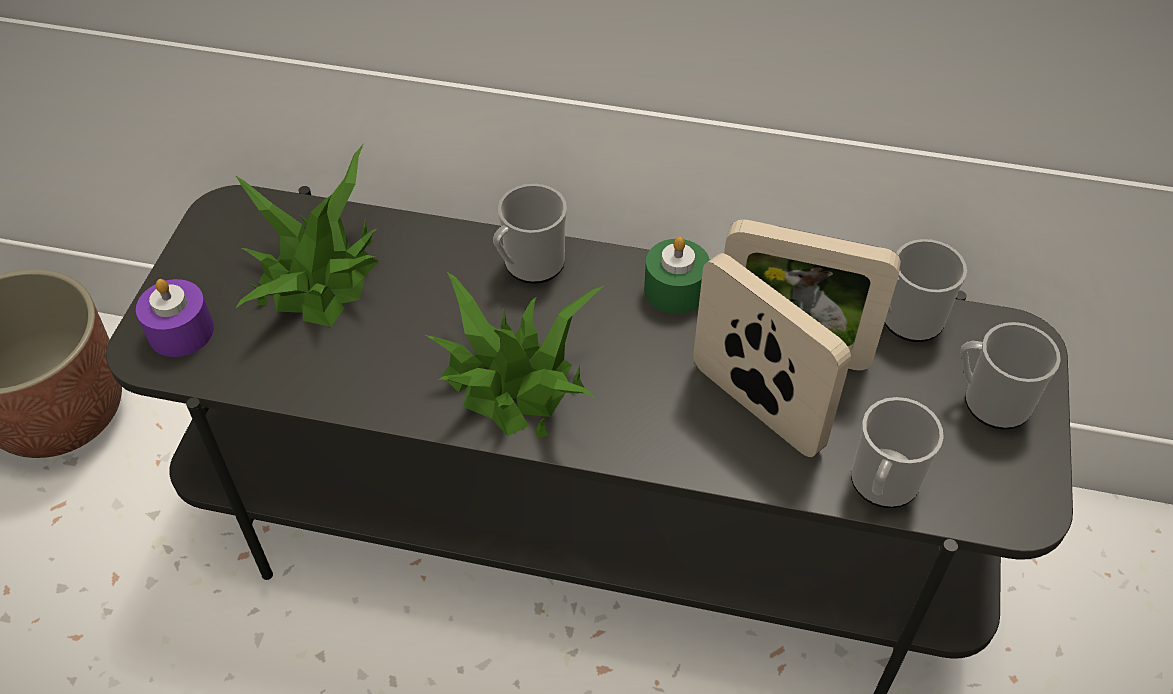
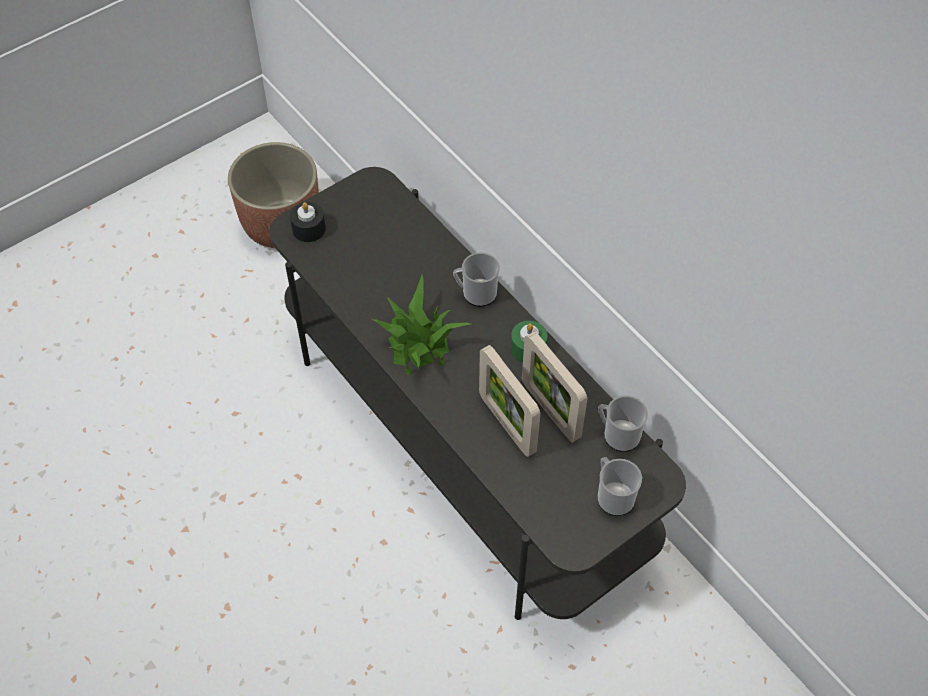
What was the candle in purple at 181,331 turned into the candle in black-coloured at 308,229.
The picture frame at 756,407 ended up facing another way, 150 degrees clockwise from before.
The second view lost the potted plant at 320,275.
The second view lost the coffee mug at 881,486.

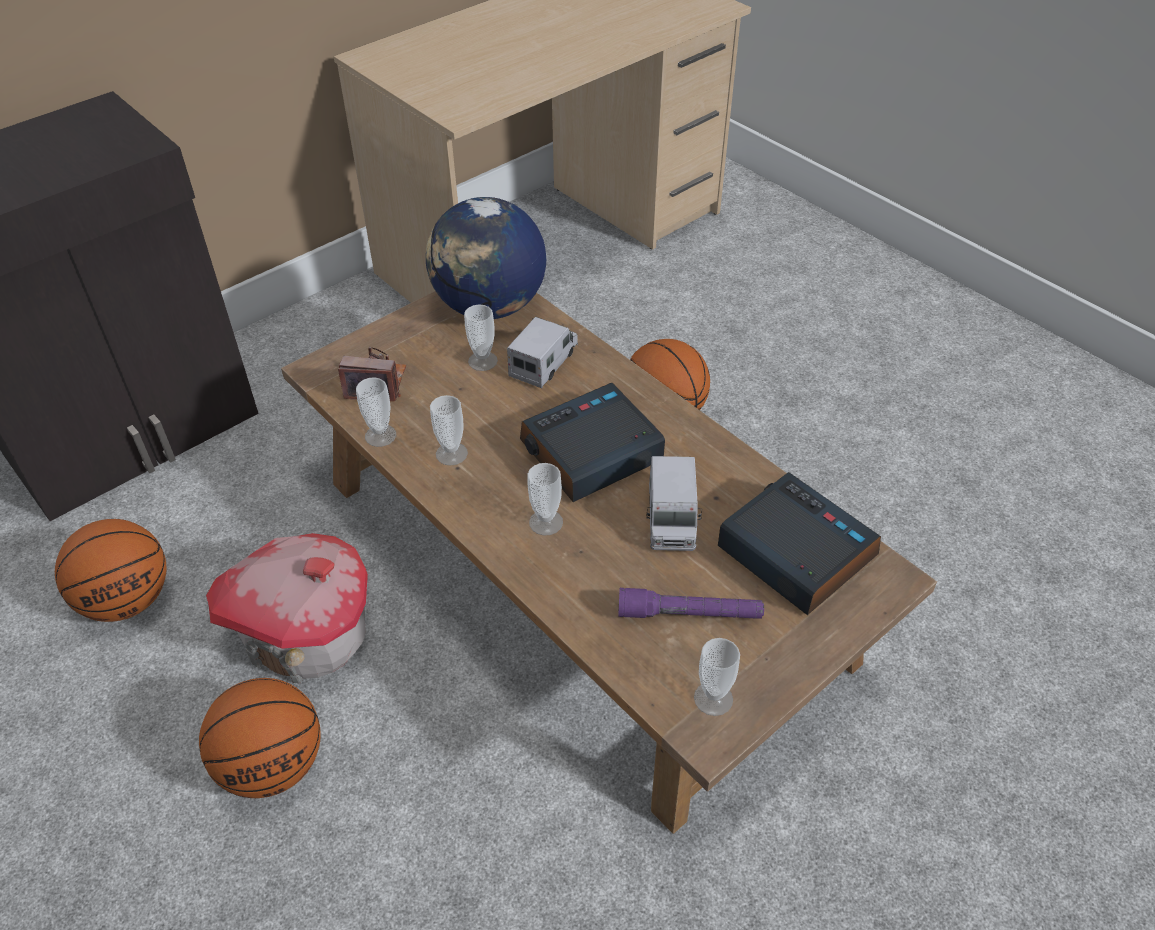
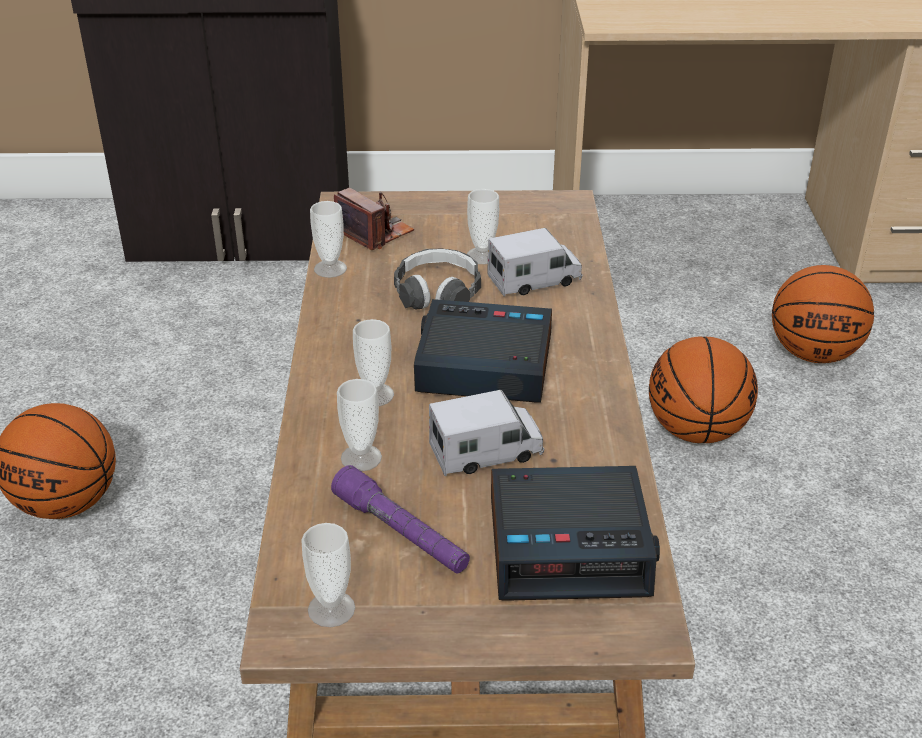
The drinking cup ended up elsewhere, having gone from 451,454 to 361,458.
The second view gained the headset at 438,292.
The toy truck at 671,519 ended up facing another way, 150 degrees counterclockwise from before.
The alarm clock at 794,552 ended up facing another way, 90 degrees clockwise from before.
The basketball ball ended up elsewhere, having gone from 127,600 to 813,354.
The second view lost the miniature house at 307,636.
The second view lost the world globe at 489,307.

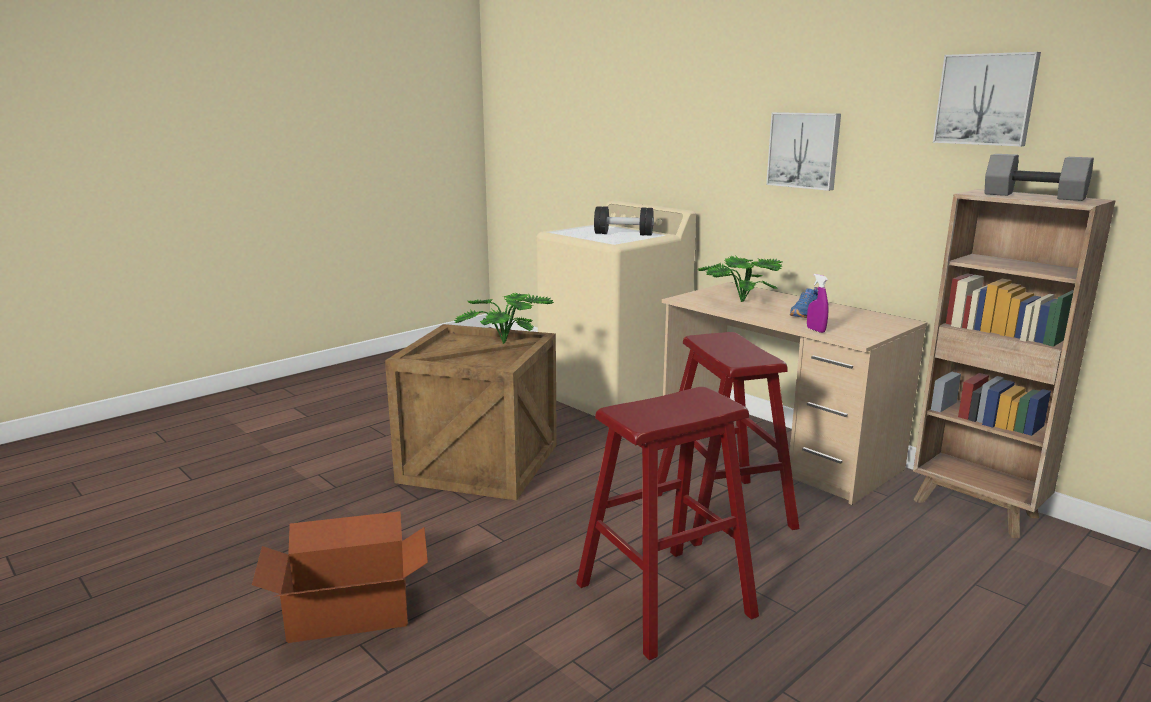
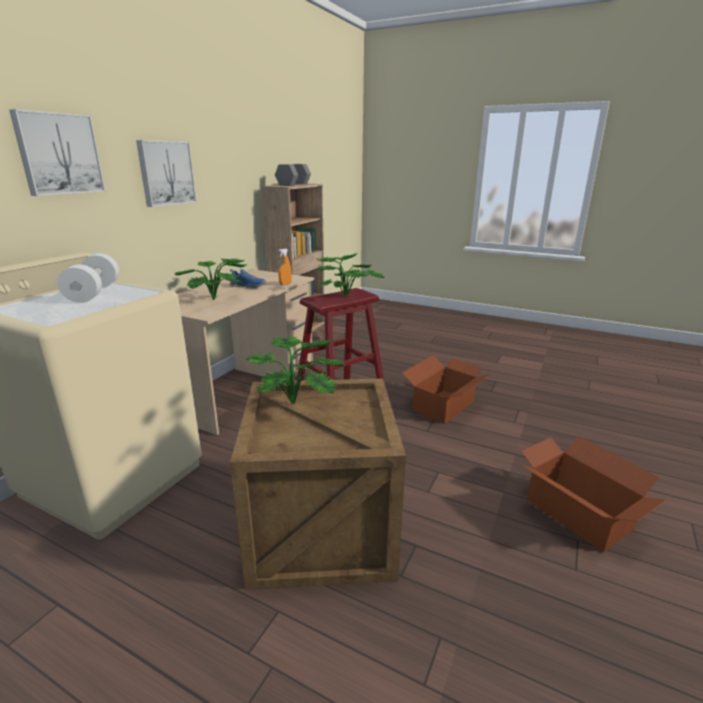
The wall picture ended up elsewhere, having gone from 986,99 to 58,154.
What was the hand weight in black-coloured at 623,234 turned into the hand weight in whitish at 94,293.
What was the spray bottle in purple at 815,330 turned into the spray bottle in orange at 285,284.
The second view gained the potted plant at 347,296.
Where the stool in red-coloured stood at 664,600, the carton came to stand at 444,406.

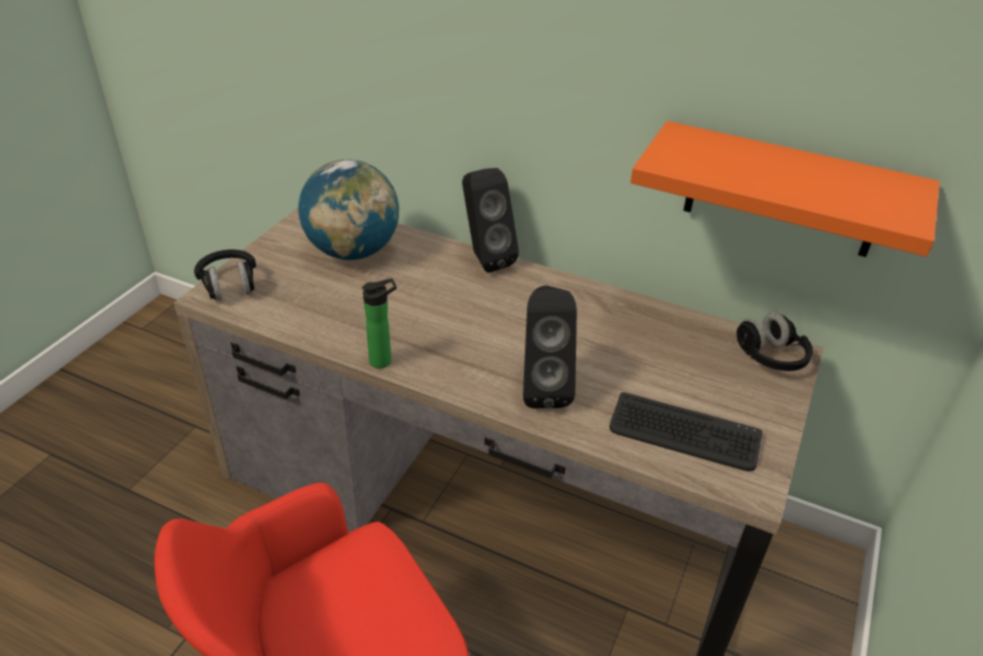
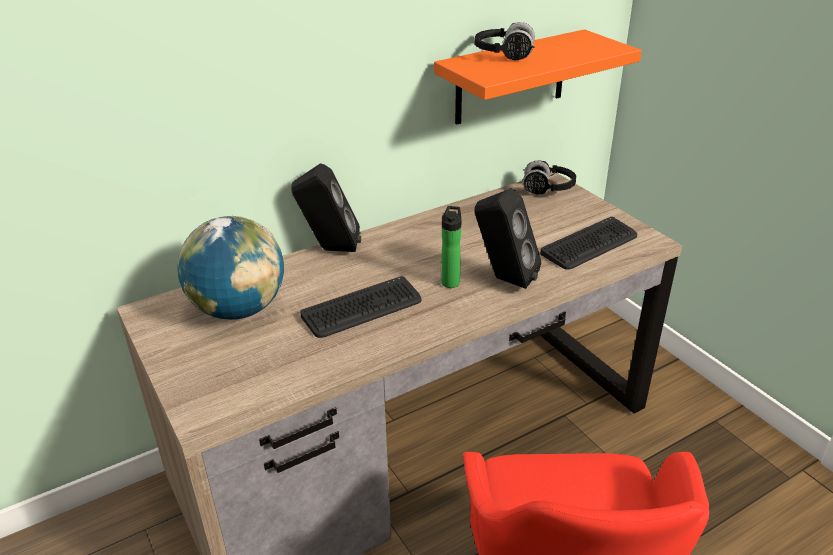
The second view gained the keyboard at 362,308.
The drink bottle ended up elsewhere, having gone from 384,360 to 451,281.
The headset in black-coloured ended up elsewhere, having gone from 229,286 to 504,55.

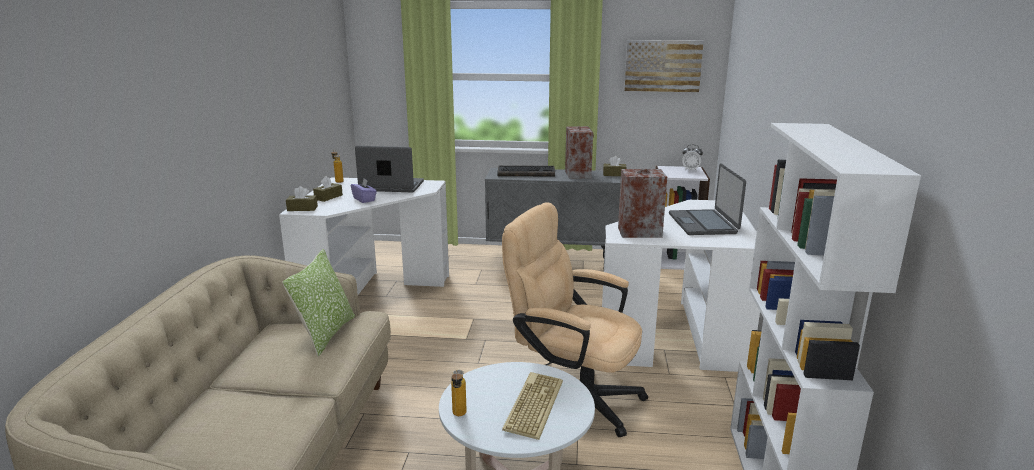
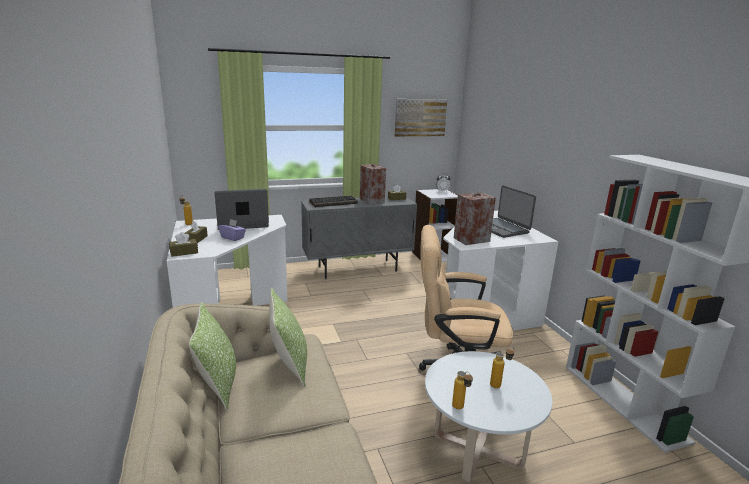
The second view gained the cushion at 218,384.
Where the keyboard stood at 532,405, the drink bottle came to stand at 499,385.

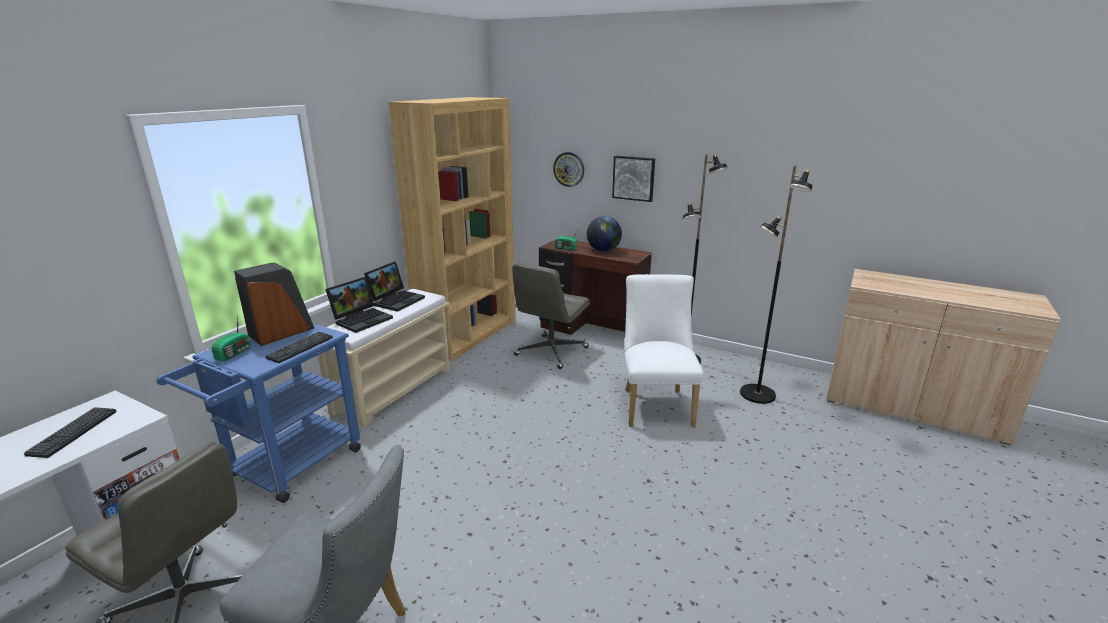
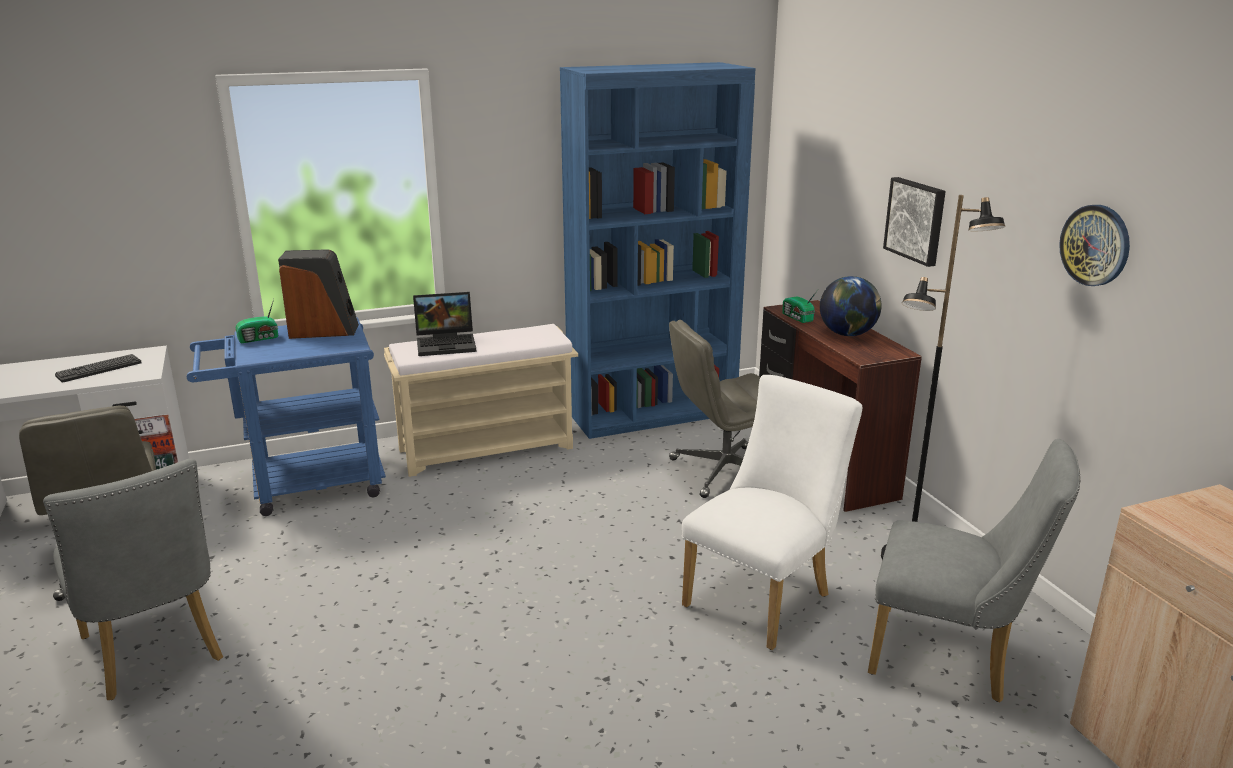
What was the shelving unit in brown at 468,334 turned into the shelving unit in blue at 652,413.
Where the standing lamp in black-coloured stood at 757,395, the upright chair in gray came to stand at 951,658.
The wall clock ended up elsewhere, having gone from 569,169 to 1095,245.
The second view lost the keyboard at 300,347.
The second view lost the portable computer at 397,300.

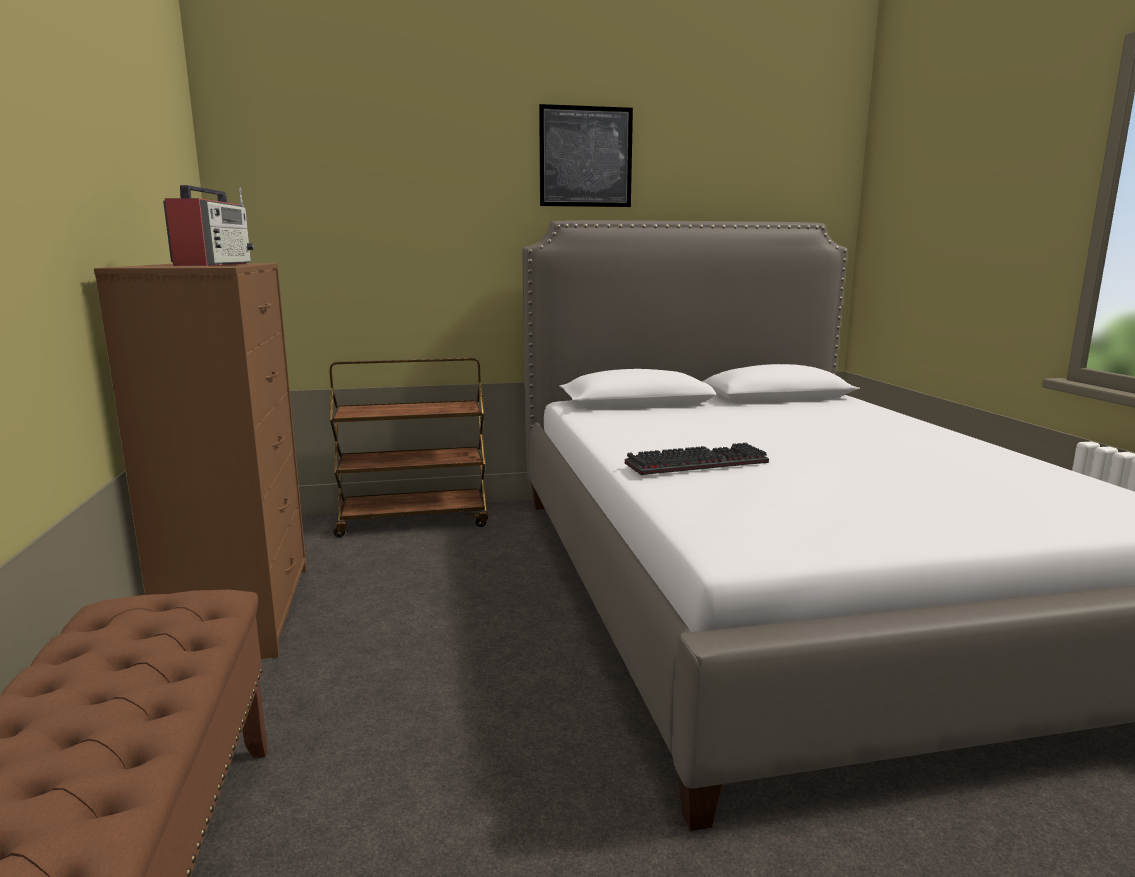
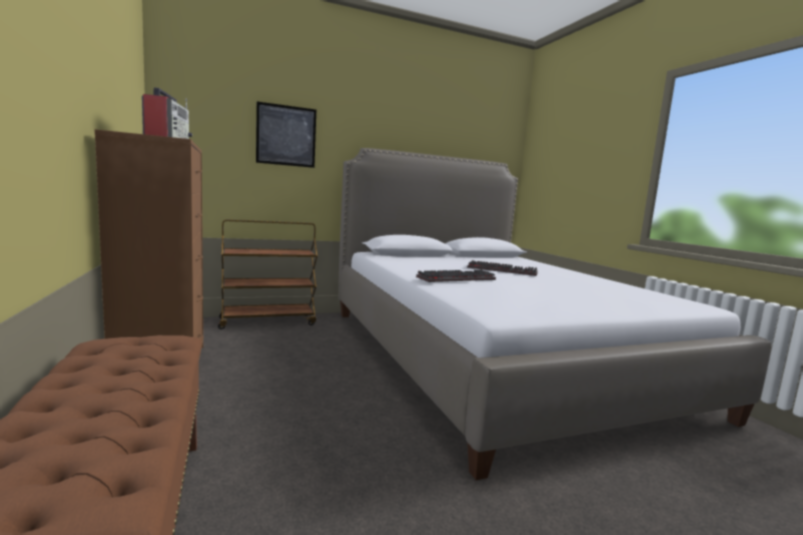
The wall picture ended up elsewhere, having gone from 585,157 to 286,135.
The second view gained the keyboard at 503,270.

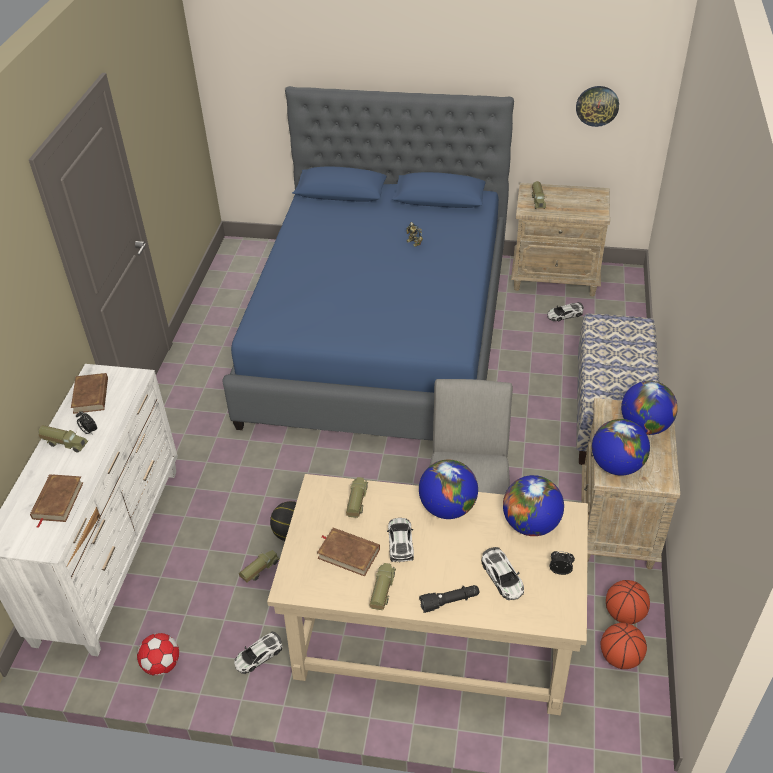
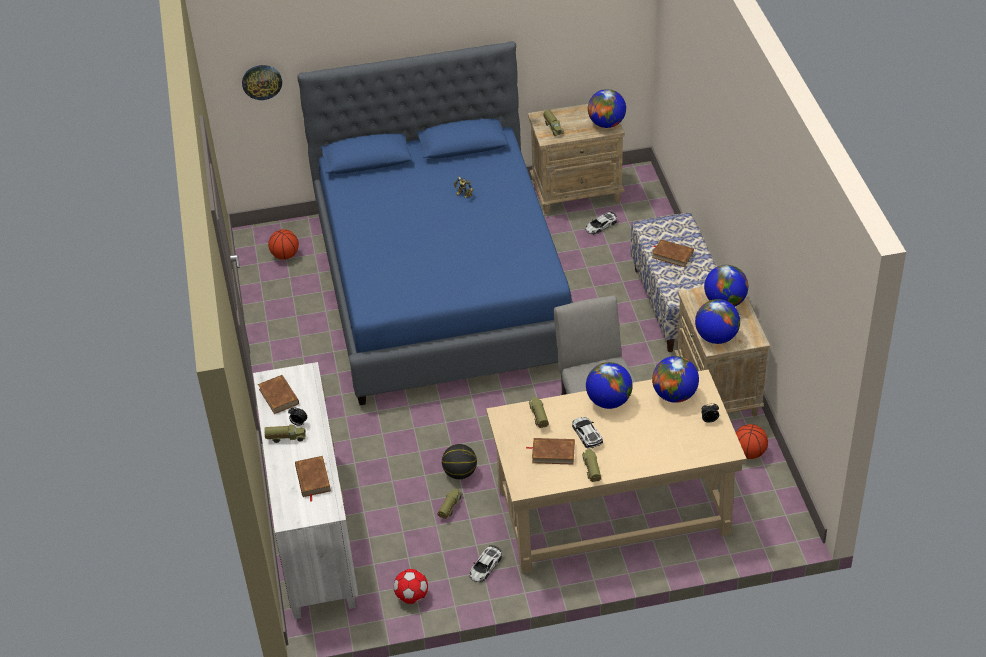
The wall clock ended up elsewhere, having gone from 597,105 to 262,81.
The basketball ball ended up elsewhere, having gone from 620,657 to 285,255.
The second view gained the world globe at 606,124.
The second view gained the volume in brown at 672,255.
The second view lost the flashlight in black-coloured at 450,601.
The second view lost the model car at 502,577.

